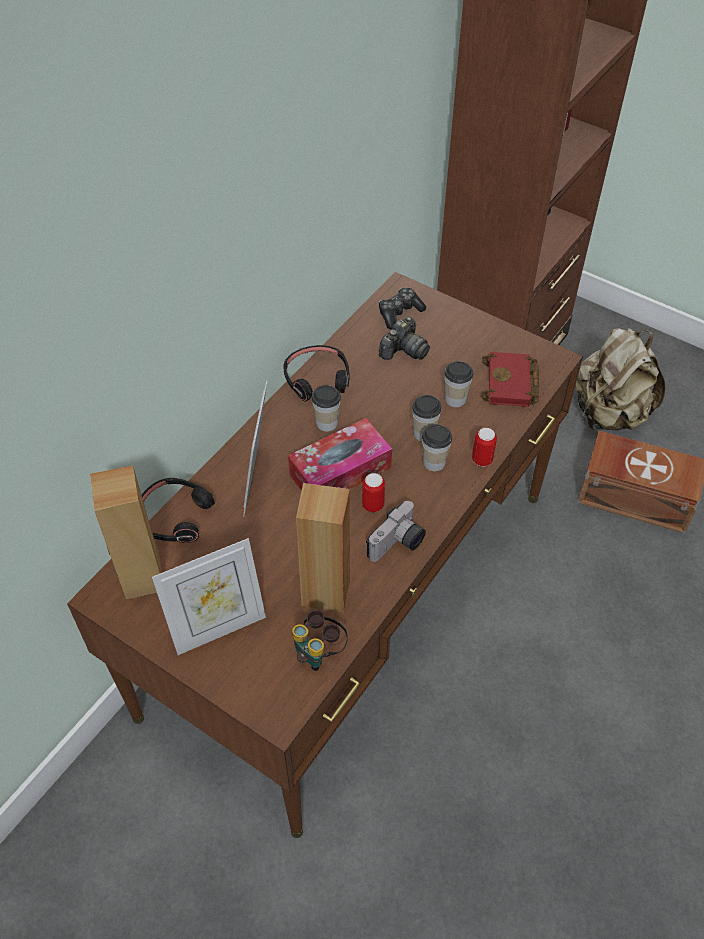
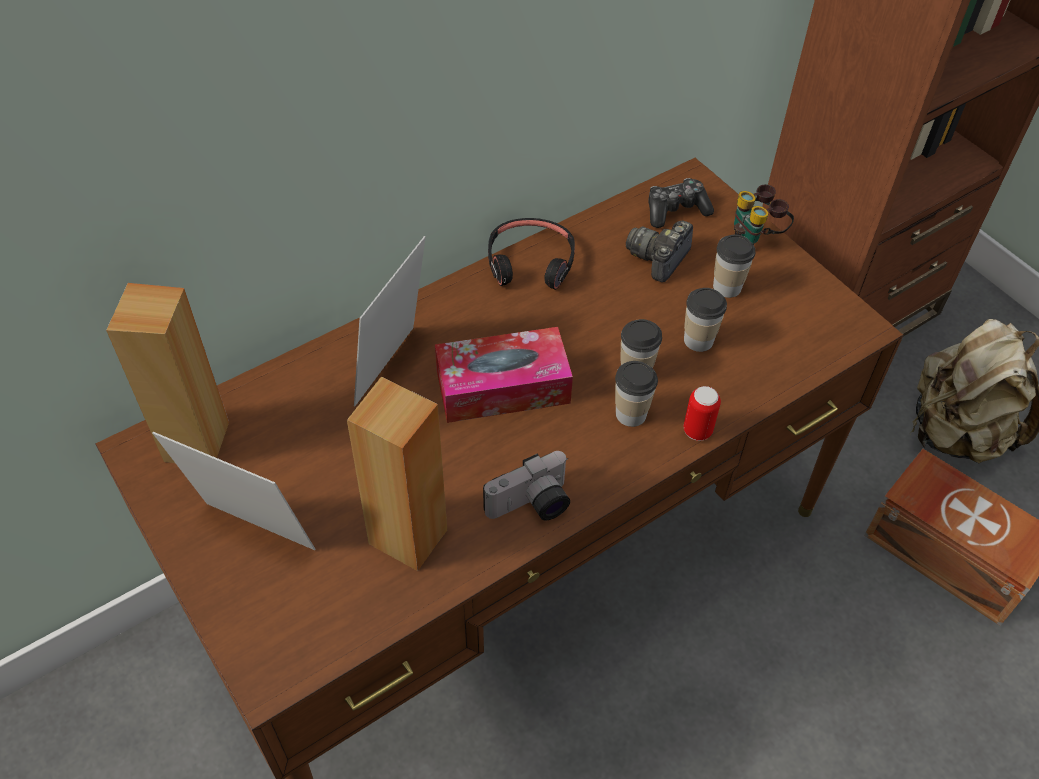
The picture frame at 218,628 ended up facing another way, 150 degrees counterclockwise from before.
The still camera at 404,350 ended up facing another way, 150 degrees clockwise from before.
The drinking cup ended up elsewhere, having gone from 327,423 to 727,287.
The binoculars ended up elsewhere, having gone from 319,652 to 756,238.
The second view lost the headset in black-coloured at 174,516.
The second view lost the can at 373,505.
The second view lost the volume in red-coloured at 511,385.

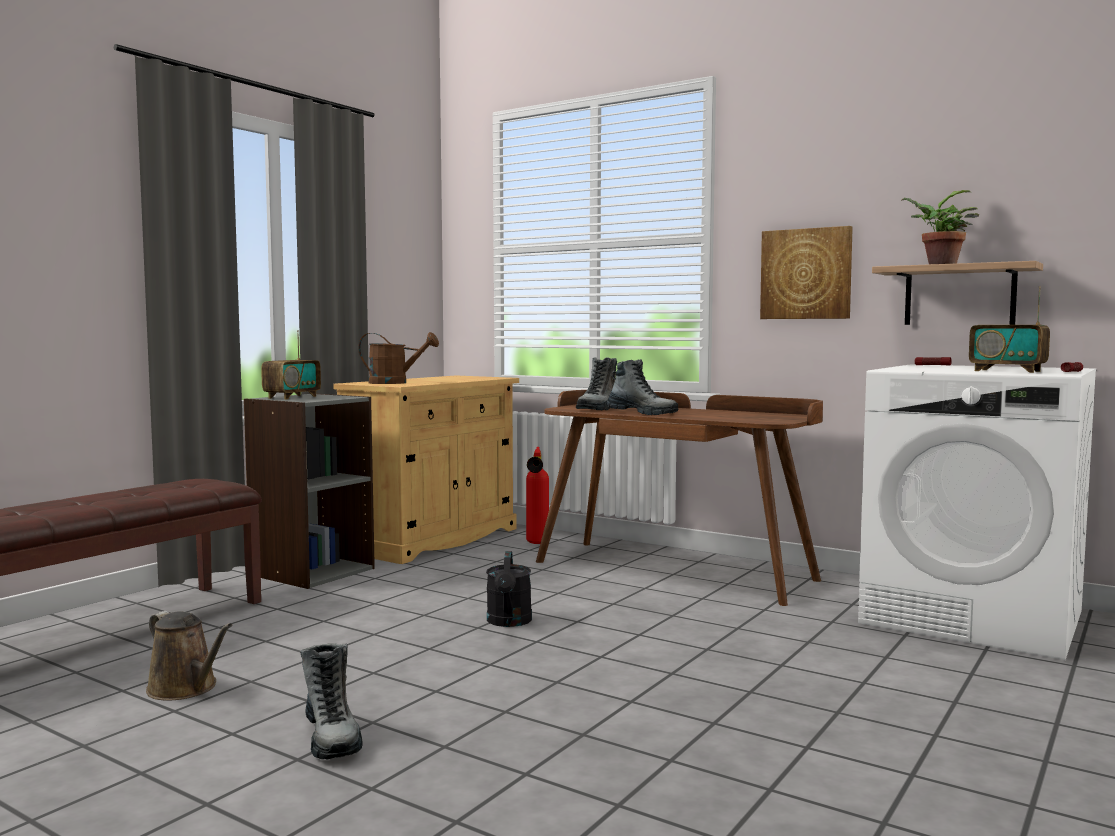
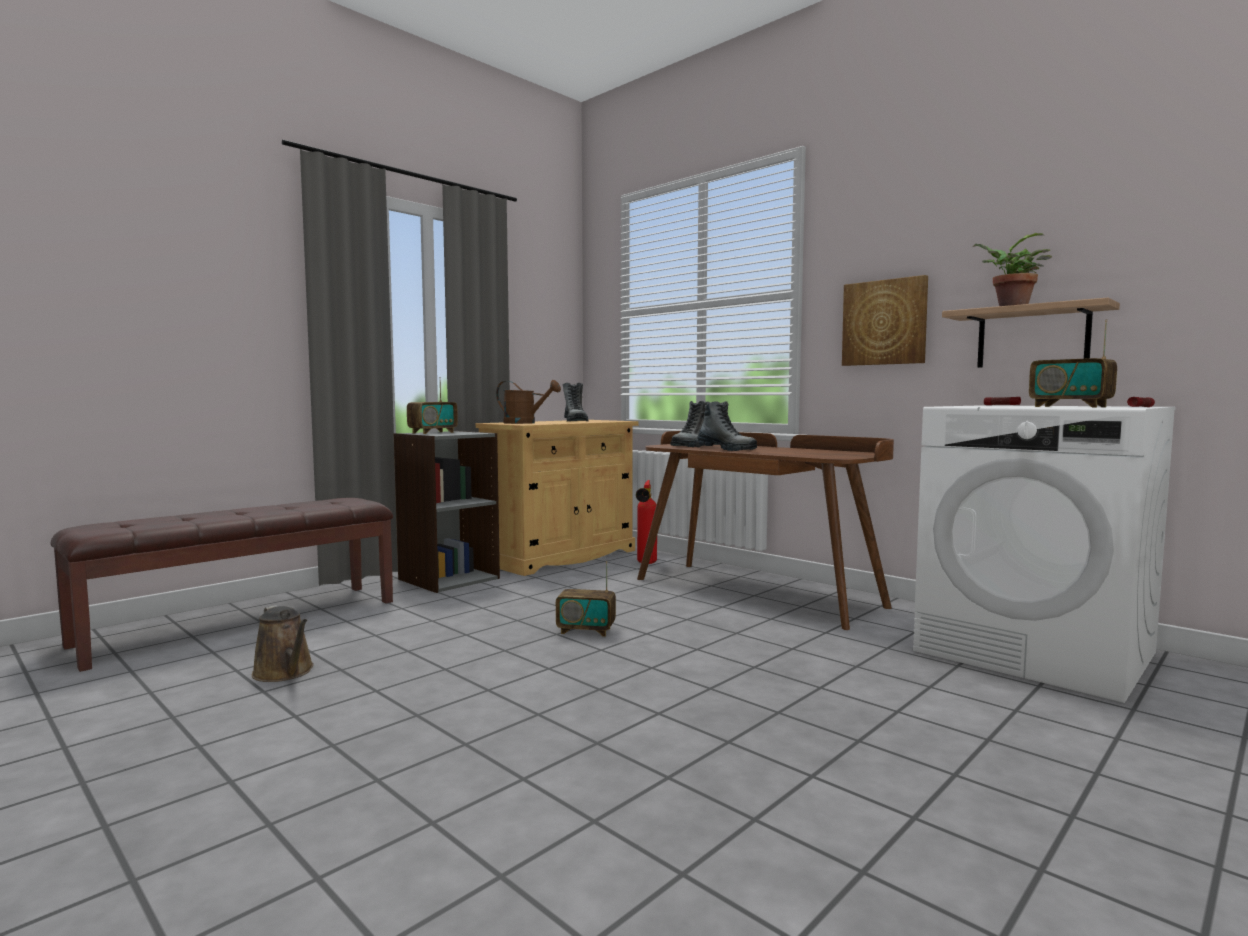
Where the sprinkling can in black-coloured stood at 509,622, the radio came to stand at 586,631.
The tall boot ended up elsewhere, having gone from 331,737 to 575,421.

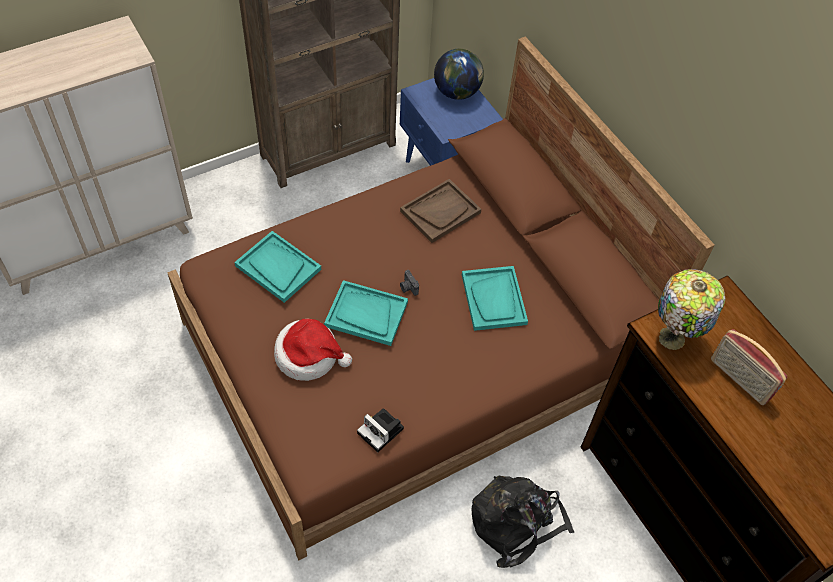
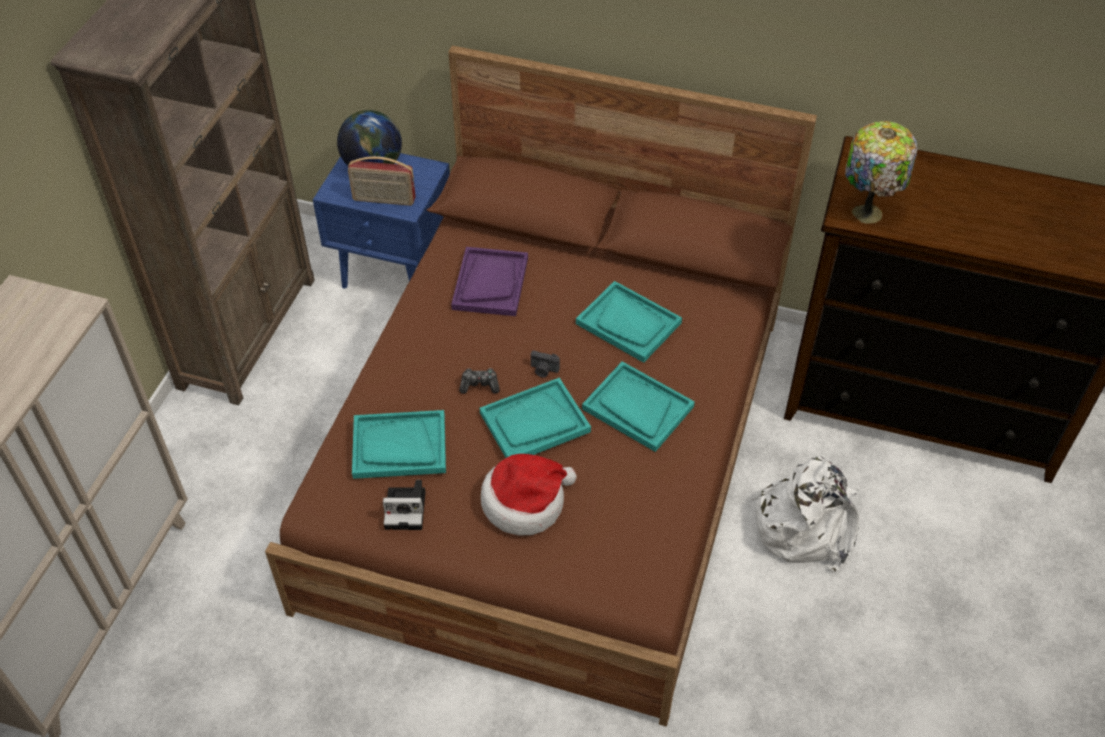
The radio ended up elsewhere, having gone from 739,379 to 383,200.
The still camera ended up elsewhere, having gone from 382,431 to 407,509.
What was the serving tray in brown at 440,212 turned into the serving tray in purple at 490,283.
The second view gained the joypad at 479,385.
The second view gained the serving tray in blue-green at 637,408.
What was the knapsack in black-coloured at 516,522 turned into the knapsack in whitish at 805,524.

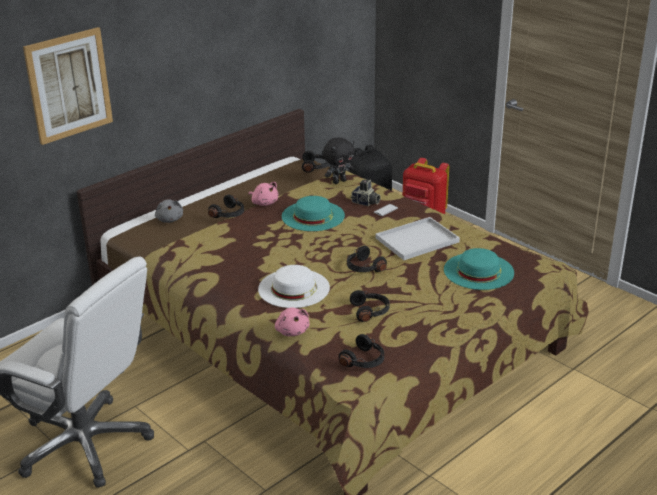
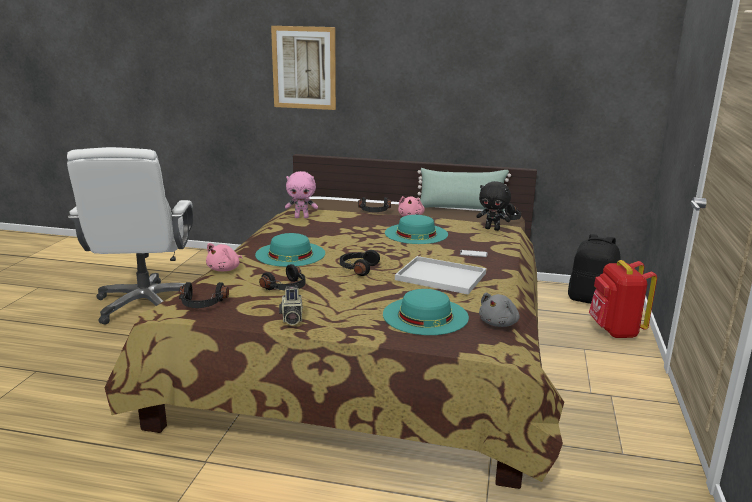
What was the wearable hat in whitish at 294,288 turned into the wearable hat in blue-green at 290,254.
The still camera ended up elsewhere, having gone from 365,203 to 291,318.
The second view gained the soft toy in pink at 302,217.
The second view gained the cushion in greenish at 461,208.
The soft toy in gray ended up elsewhere, having gone from 170,219 to 499,323.

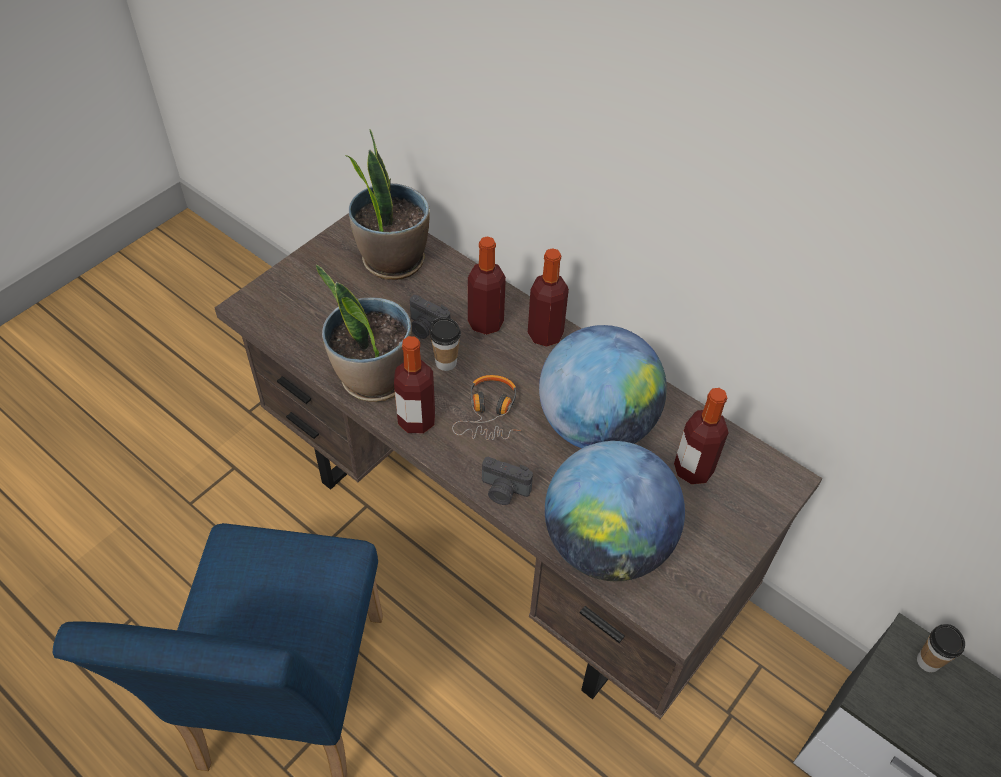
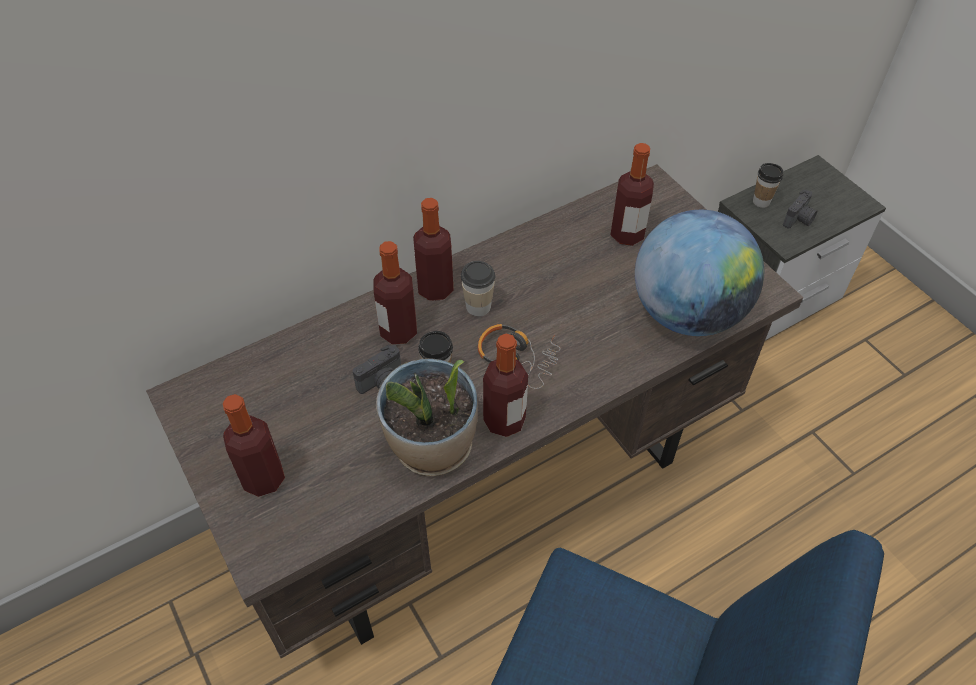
The second view gained the drink bottle at 263,478.
The second view gained the drinking cup at 478,306.
The still camera ended up elsewhere, having gone from 503,491 to 799,219.
The second view lost the potted plant at 392,260.
The second view lost the world globe at 596,425.

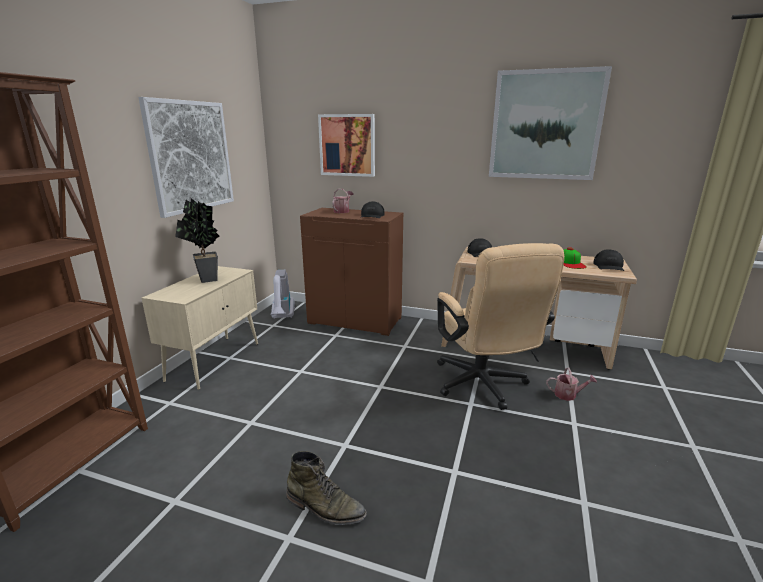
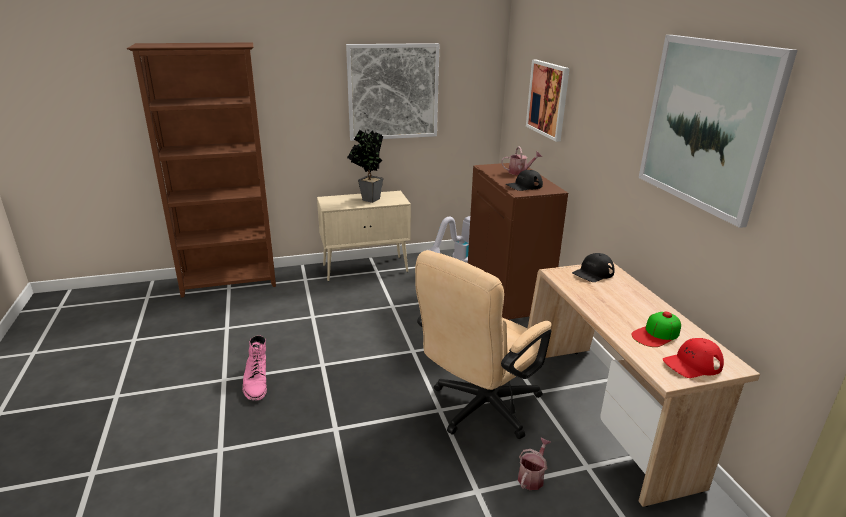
What was the tall boot in greenish at 325,507 turned into the tall boot in pink at 256,382.
The sprinkling can at 568,395 ended up facing another way, 120 degrees counterclockwise from before.
What was the baseball cap in black-coloured at 609,266 turned into the baseball cap in red-coloured at 692,364.

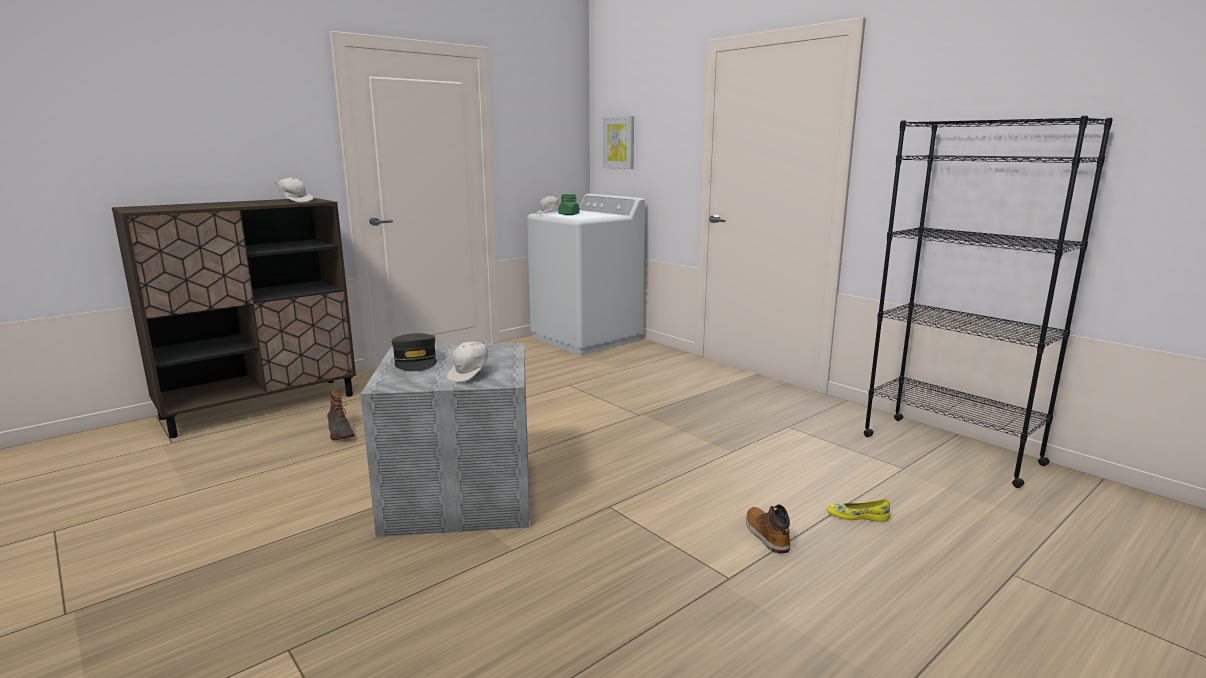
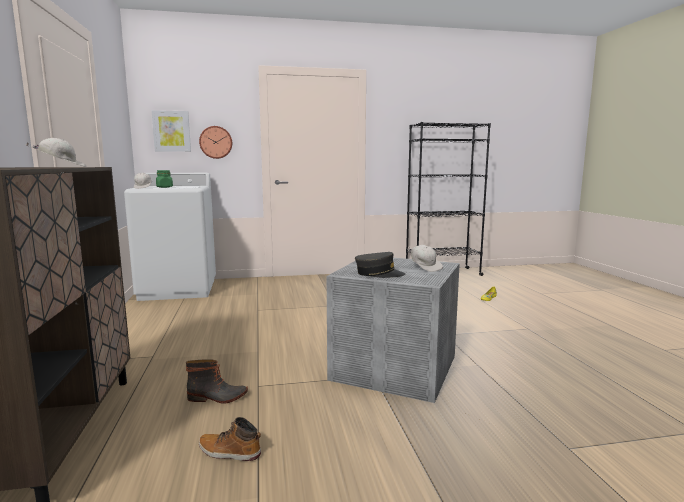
The second view gained the wall clock at 216,142.
The tall boot ended up elsewhere, having gone from 766,535 to 229,452.

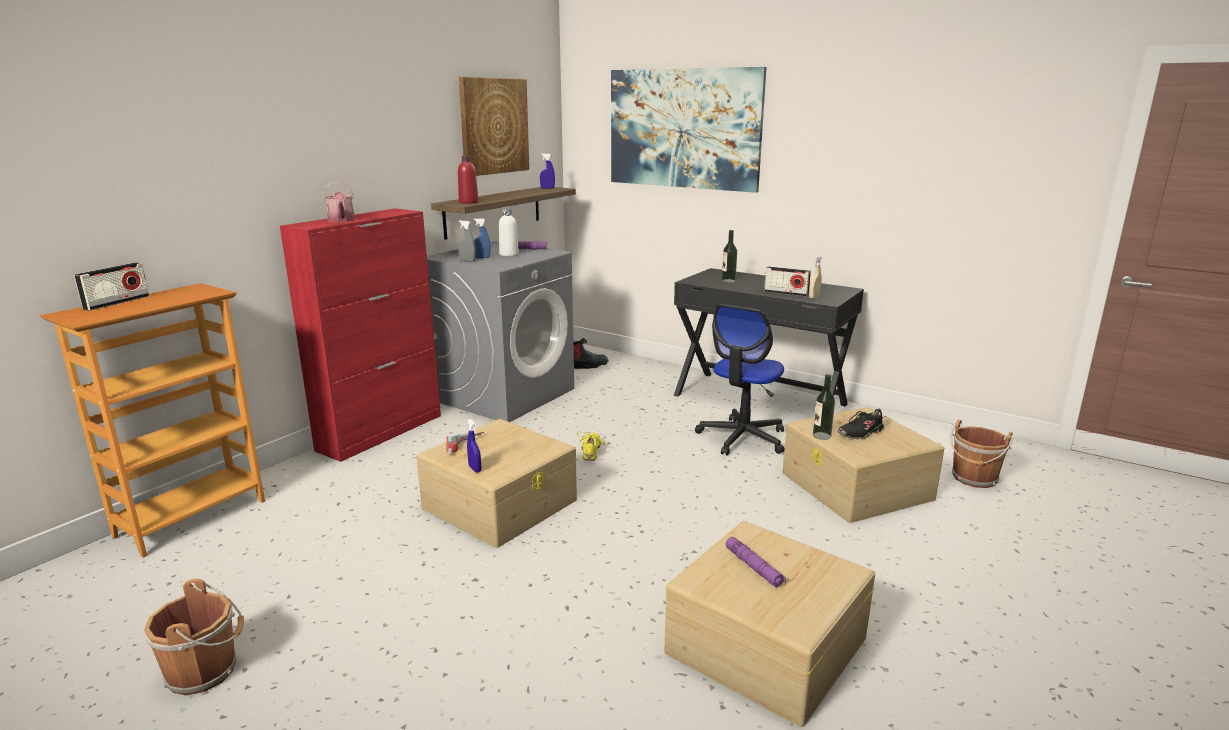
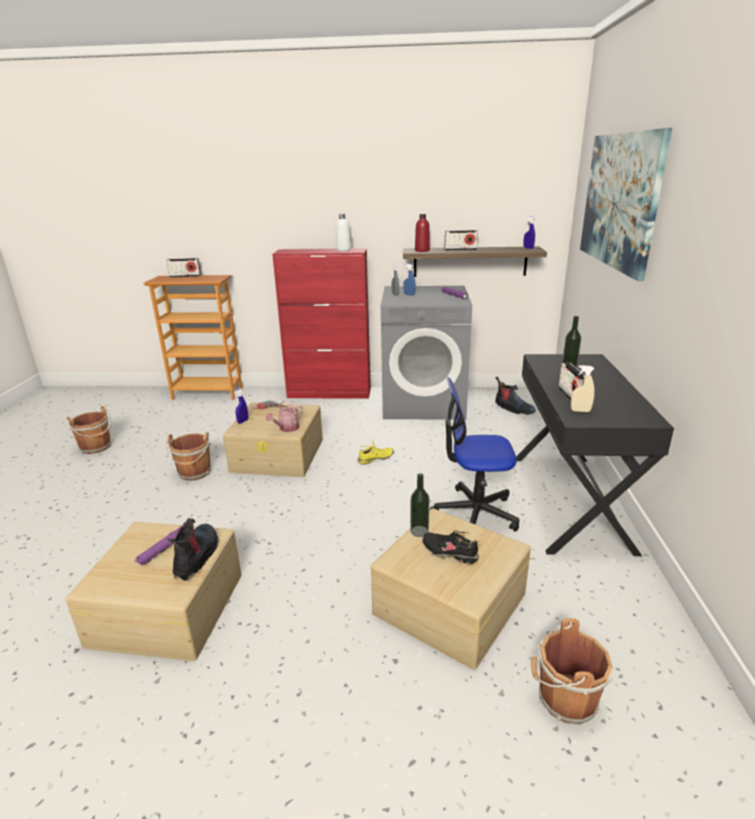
The second view gained the pail in brown at 194,473.
The second view gained the tall boot at 197,556.
The sprinkling can ended up elsewhere, having gone from 341,220 to 287,428.
The drink bottle in whitish ended up elsewhere, having gone from 509,254 to 343,250.
The second view gained the radio at 460,249.
The second view lost the wall picture at 494,126.

